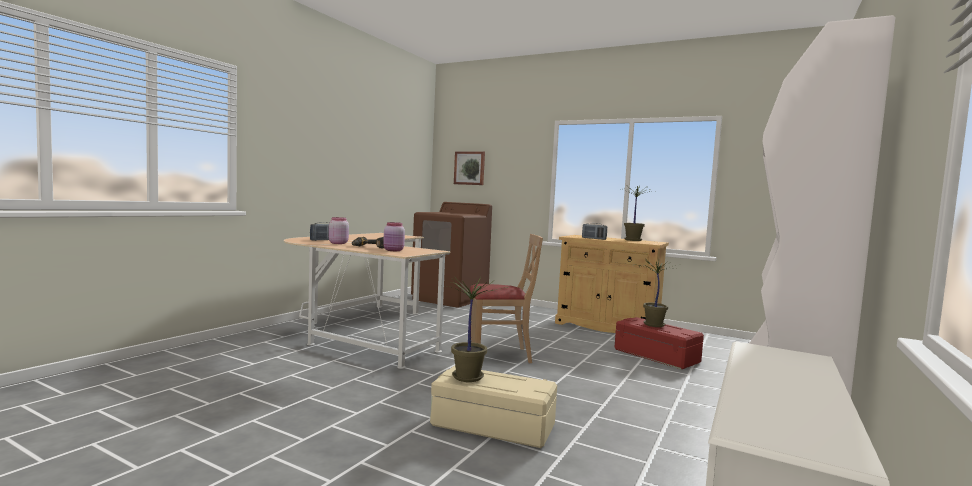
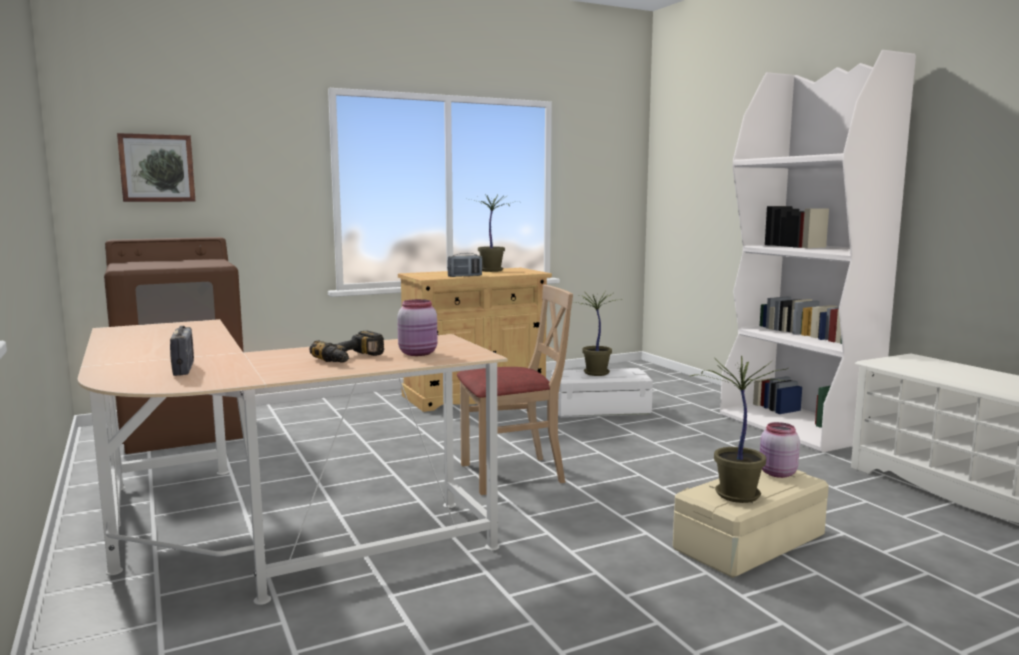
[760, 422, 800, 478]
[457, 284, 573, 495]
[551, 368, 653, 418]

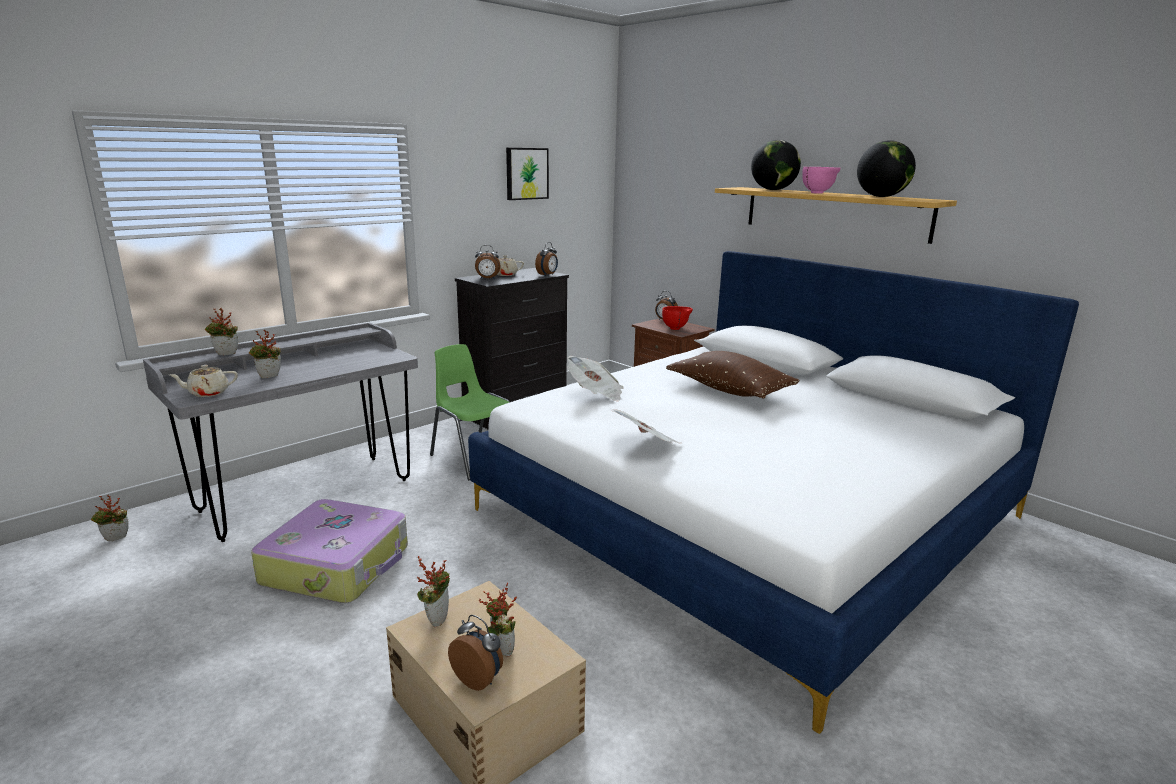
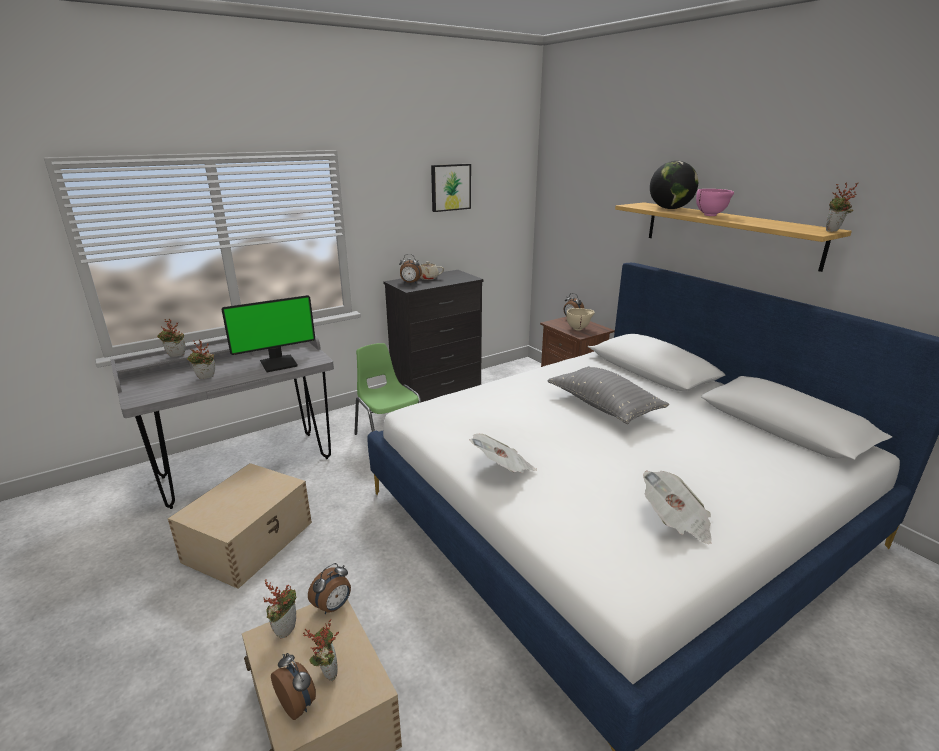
[857, 140, 916, 197] (first image)
[308, 563, 351, 614]
[567, 308, 595, 330]
[547, 366, 669, 424]
[643, 471, 712, 544]
[170, 365, 238, 397] (first image)
[826, 182, 859, 232]
[168, 463, 312, 589]
[221, 295, 315, 372]

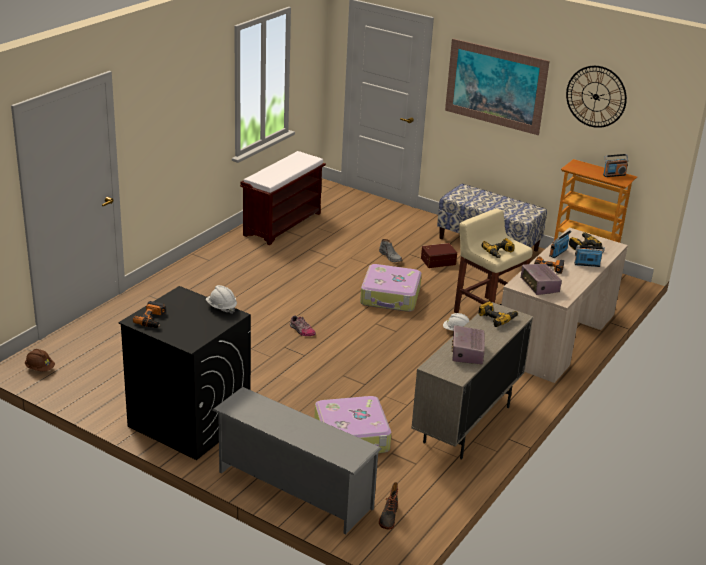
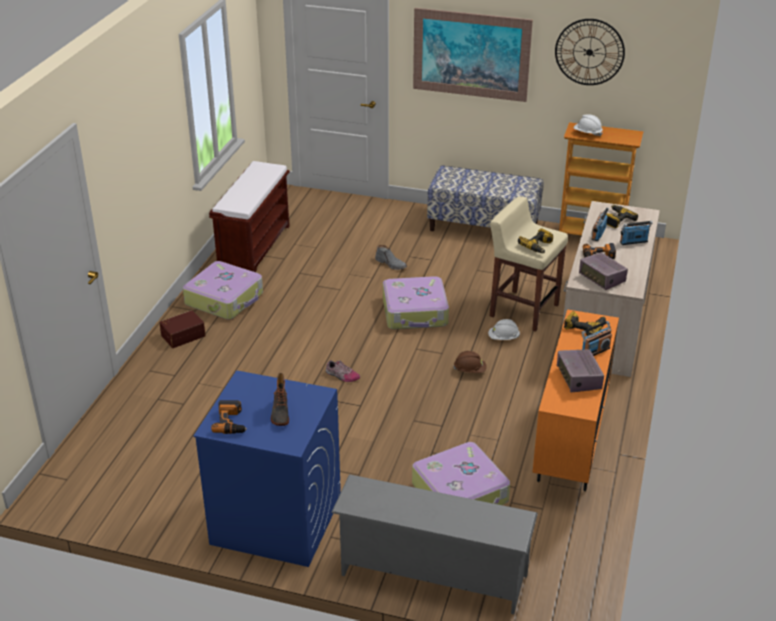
[582, 321, 612, 356]
[159, 310, 206, 348]
[574, 114, 603, 136]
[194, 370, 341, 567]
[532, 309, 619, 491]
[453, 351, 487, 373]
[271, 373, 289, 426]
[183, 261, 263, 319]

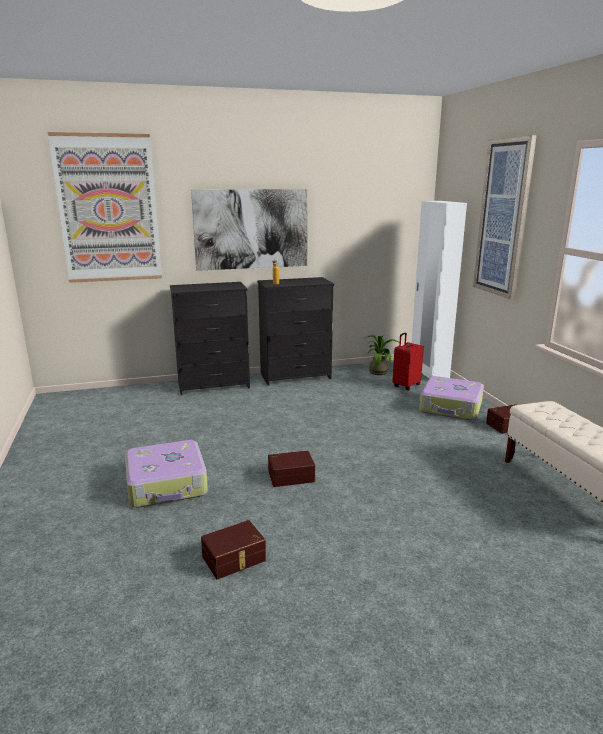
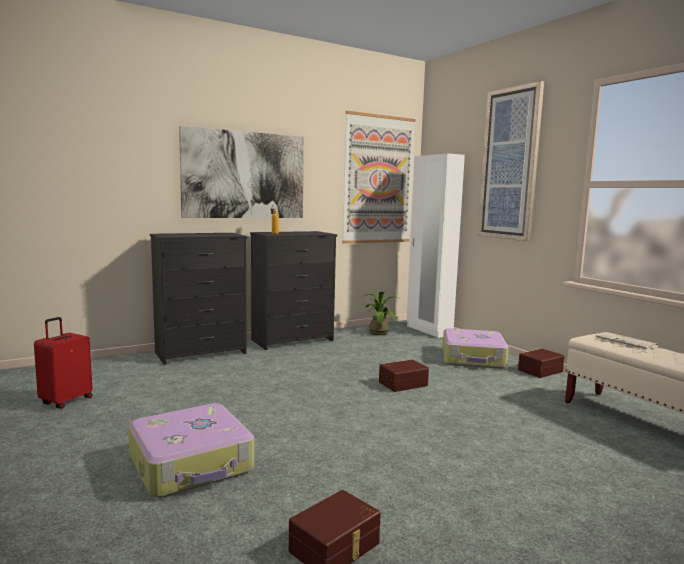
[342, 111, 416, 244]
[34, 317, 92, 409]
[379, 360, 429, 392]
[595, 332, 659, 349]

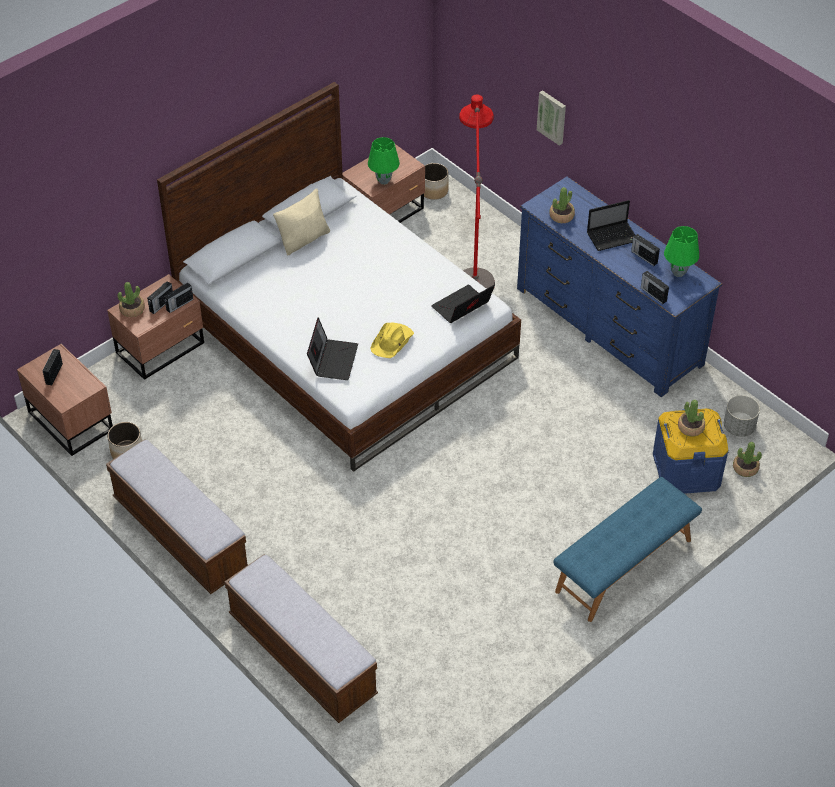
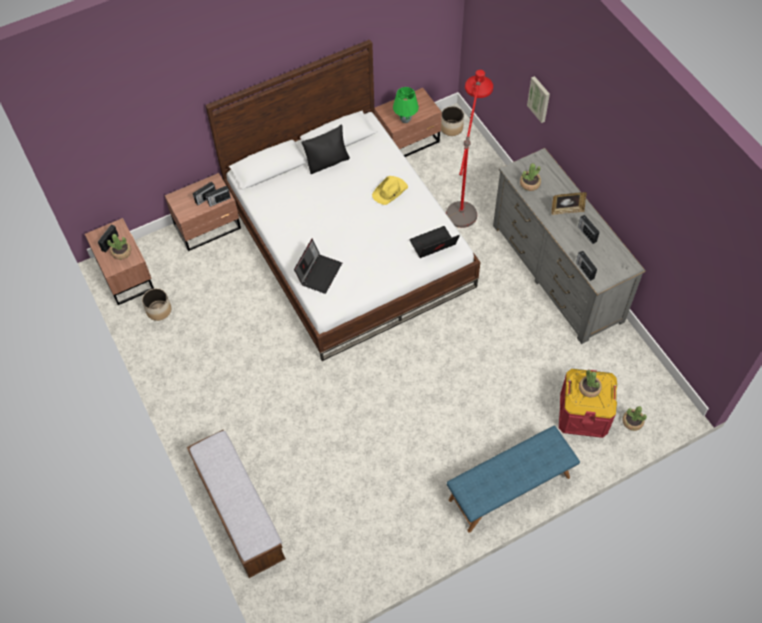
[493, 148, 646, 344]
[301, 125, 350, 174]
[551, 192, 587, 215]
[664, 226, 699, 277] (first image)
[107, 234, 131, 260]
[372, 176, 408, 205]
[724, 395, 760, 437] (first image)
[559, 369, 617, 438]
[106, 439, 248, 594] (first image)

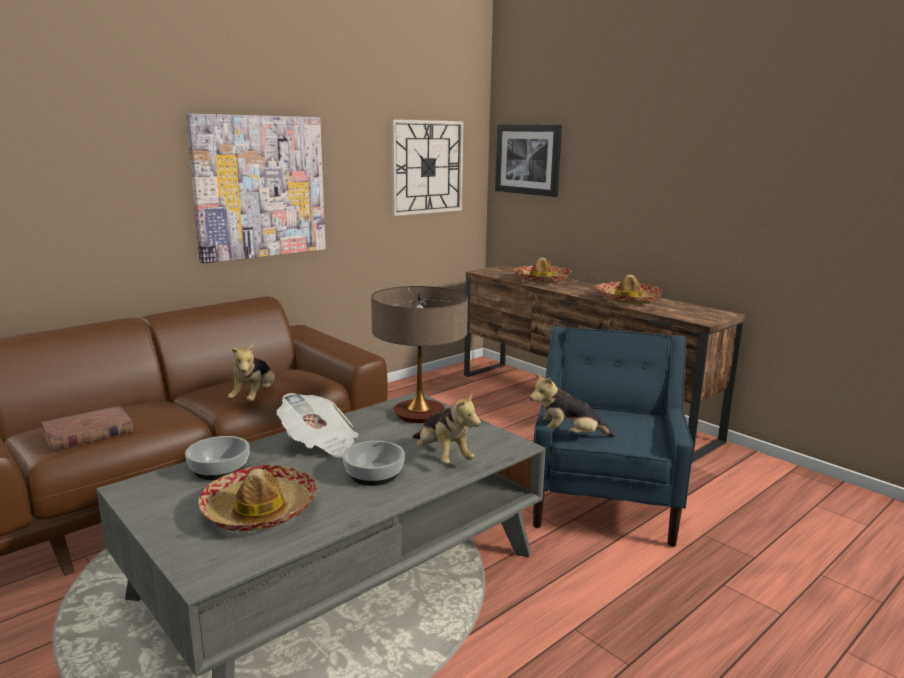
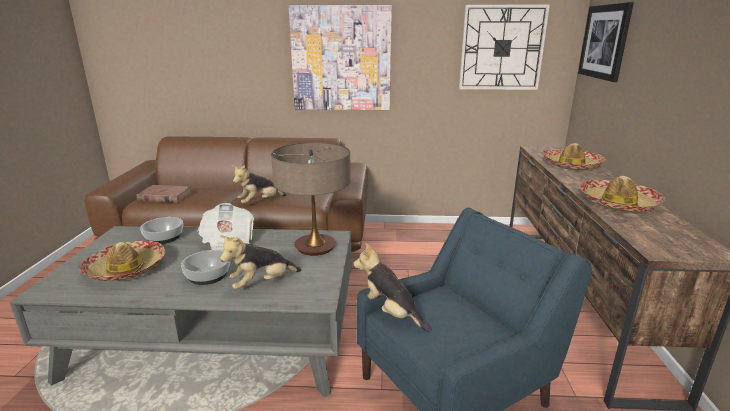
[220, 235, 302, 289]

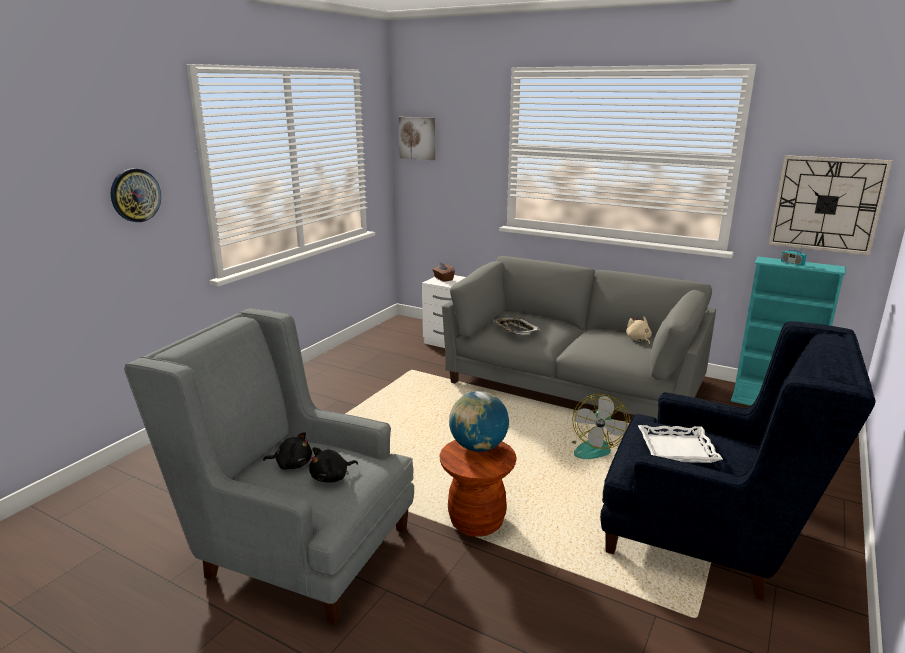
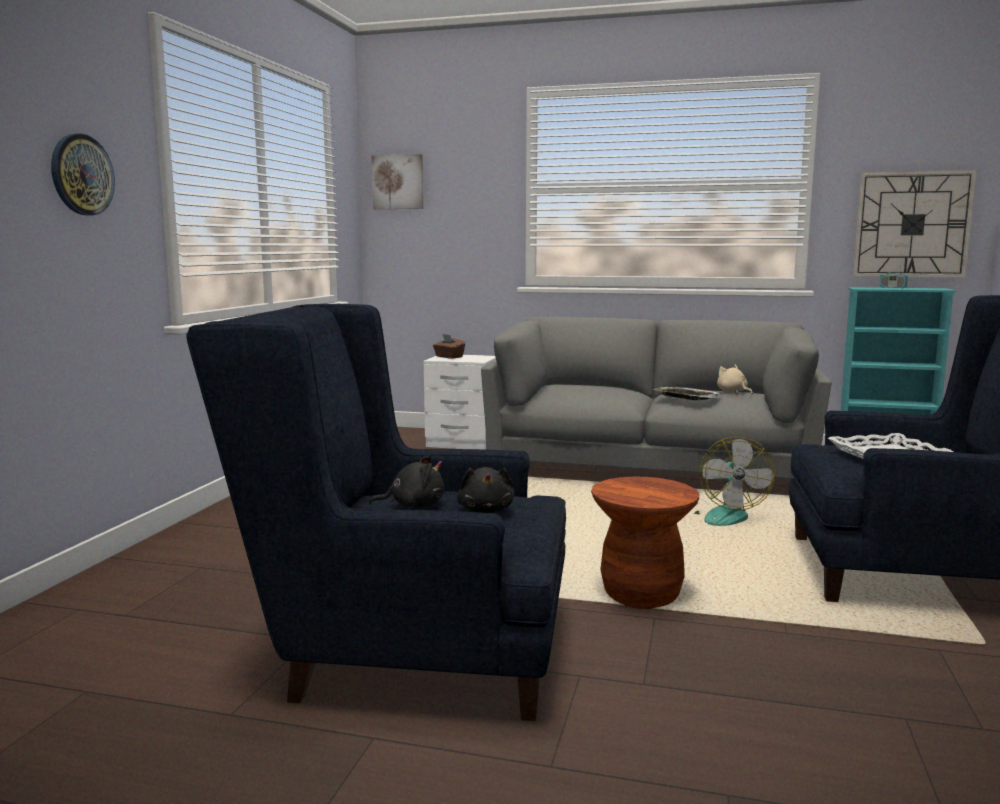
[186, 304, 566, 721]
[654, 387, 720, 400]
[449, 391, 509, 452] (first image)
[457, 467, 514, 513]

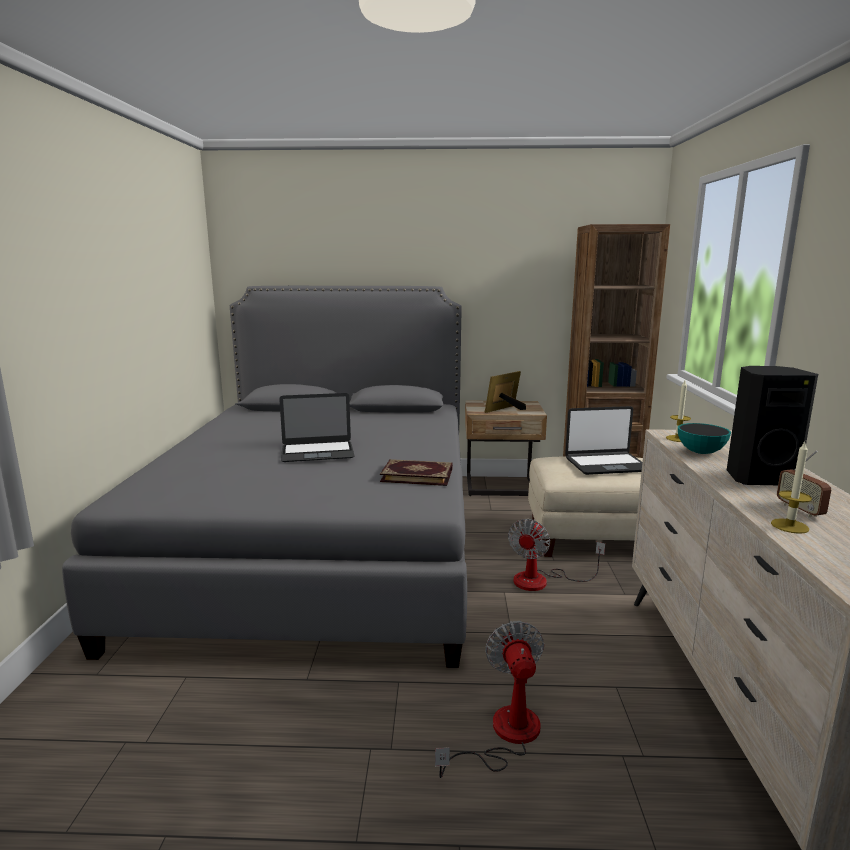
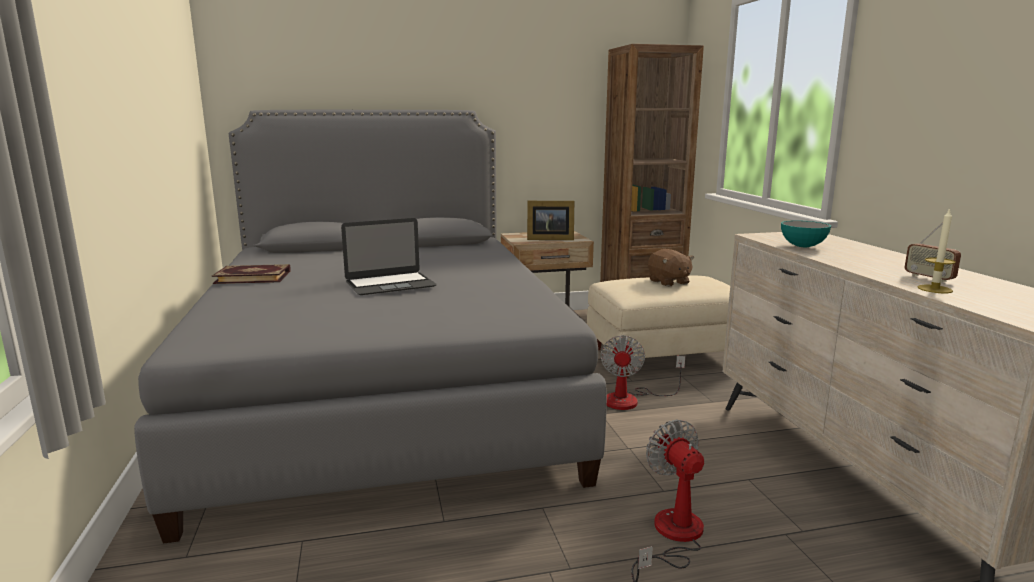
[727, 366, 818, 485] (first image)
[527, 201, 574, 240]
[666, 381, 691, 442] (first image)
[648, 249, 694, 287]
[212, 264, 291, 284]

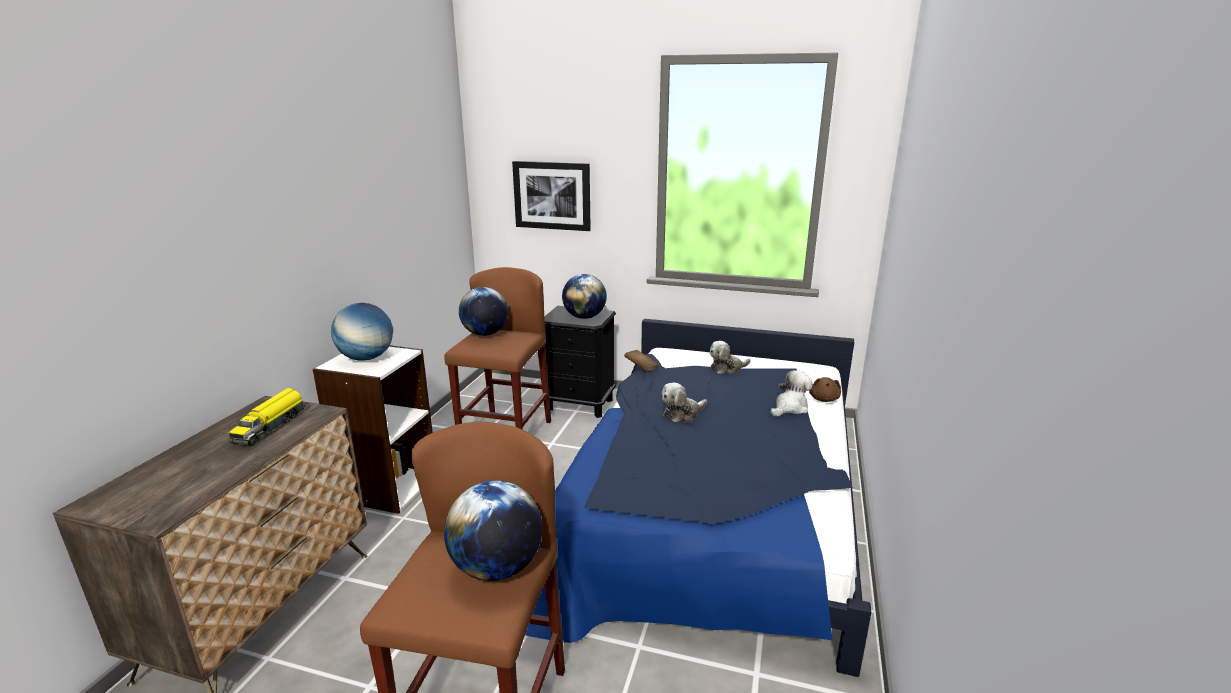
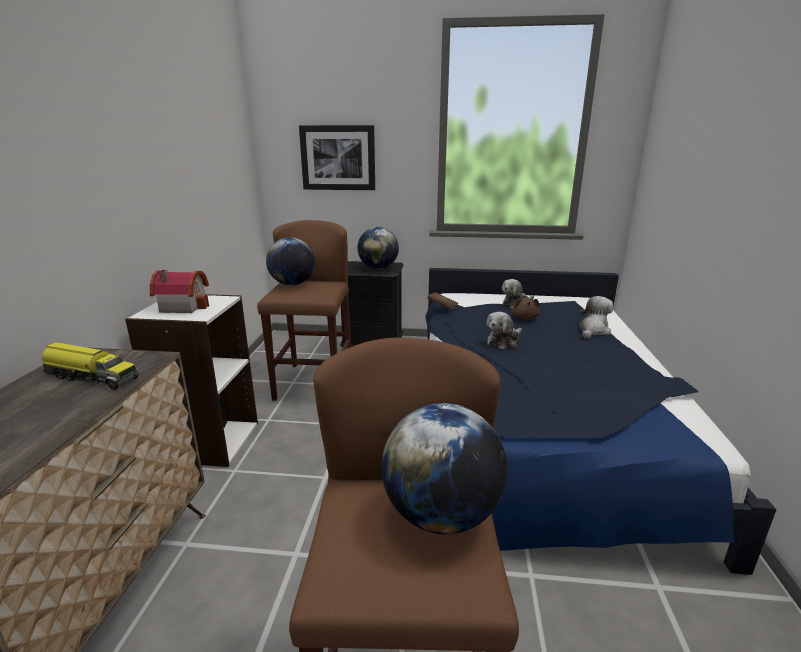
[150, 270, 209, 313]
[512, 298, 540, 320]
[42, 342, 139, 390]

